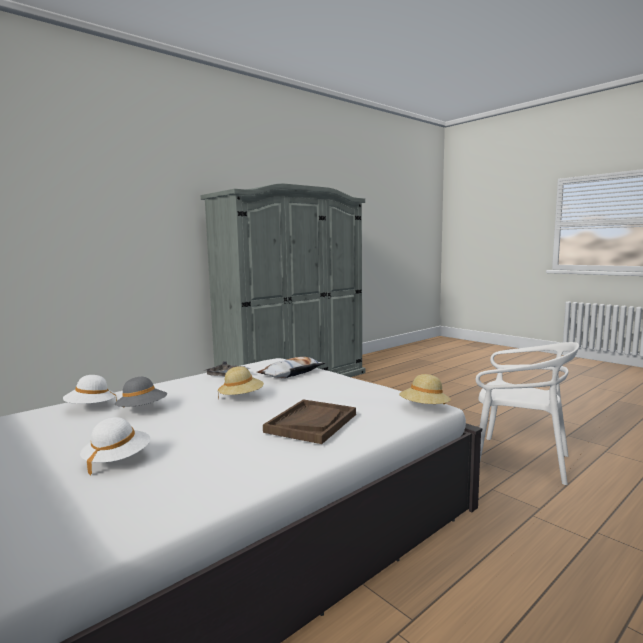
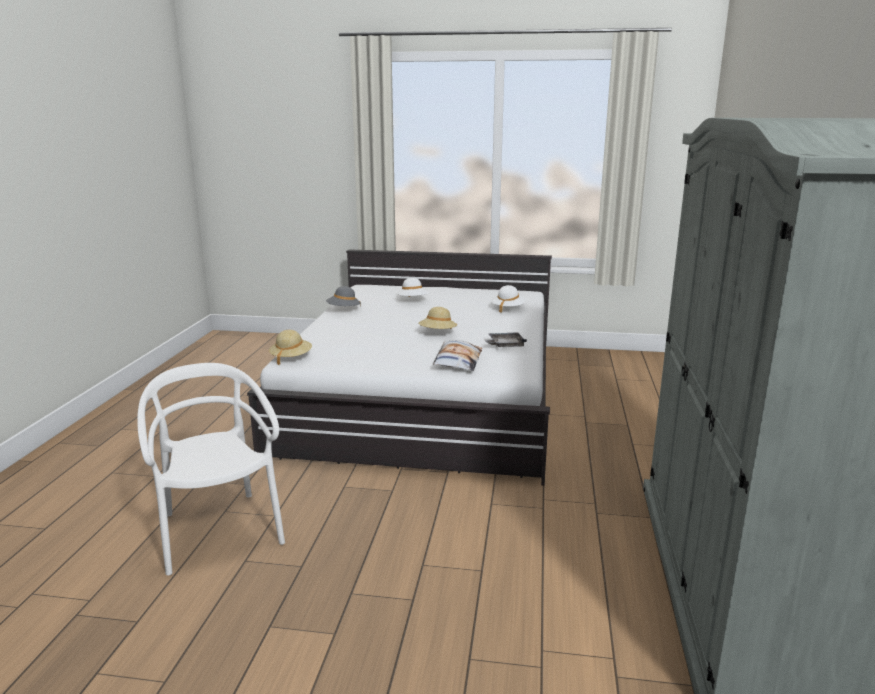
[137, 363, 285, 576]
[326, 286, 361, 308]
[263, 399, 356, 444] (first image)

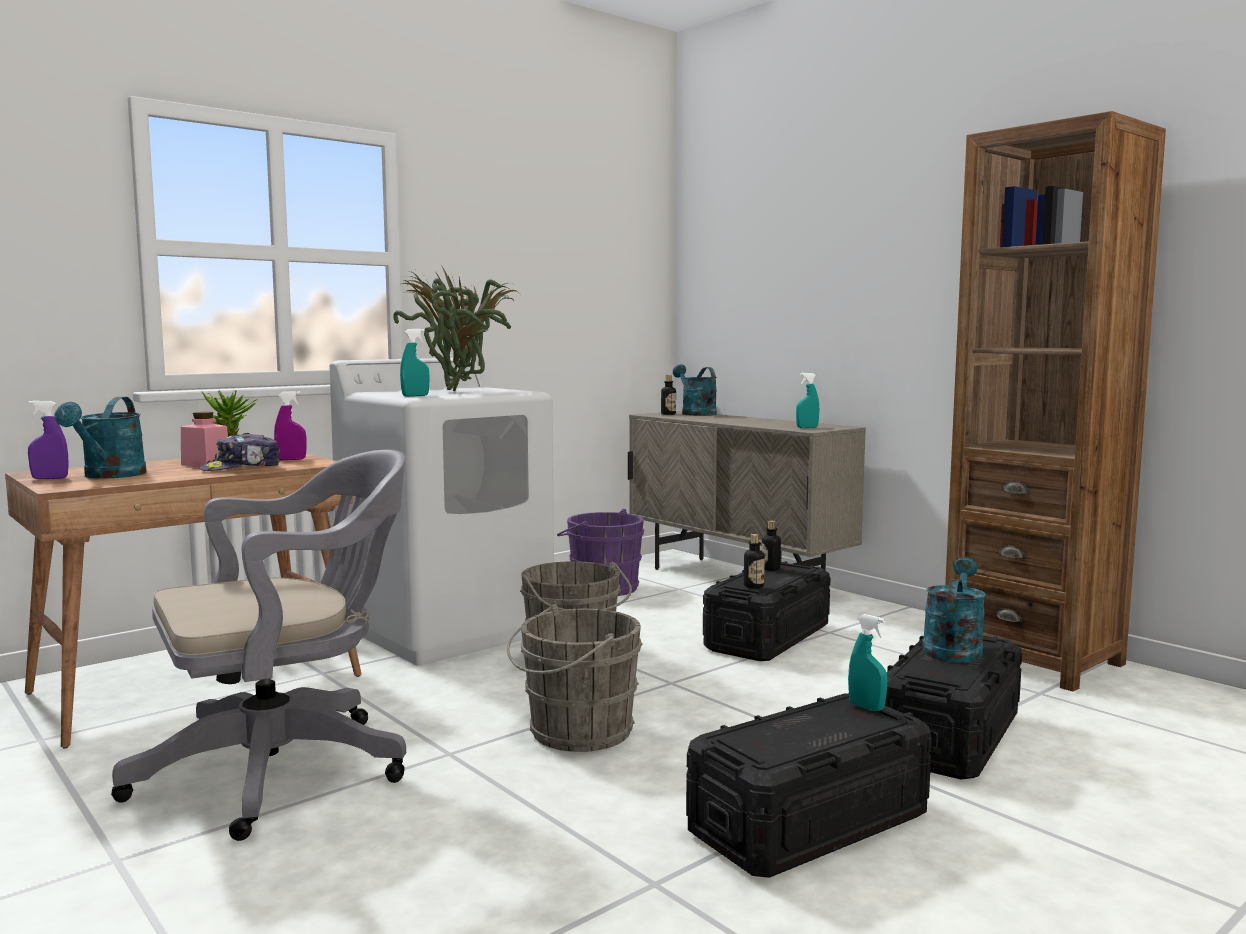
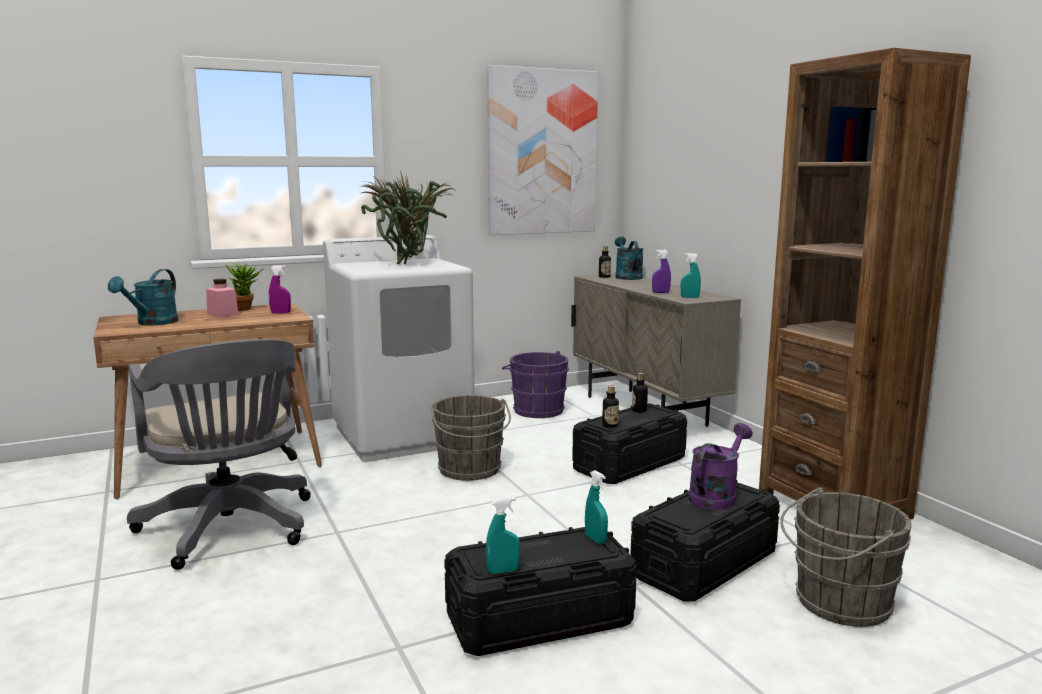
[486, 497, 520, 574]
[652, 250, 671, 293]
[199, 433, 280, 471] (first image)
[127, 339, 311, 570]
[688, 423, 753, 510]
[780, 488, 912, 627]
[487, 65, 598, 235]

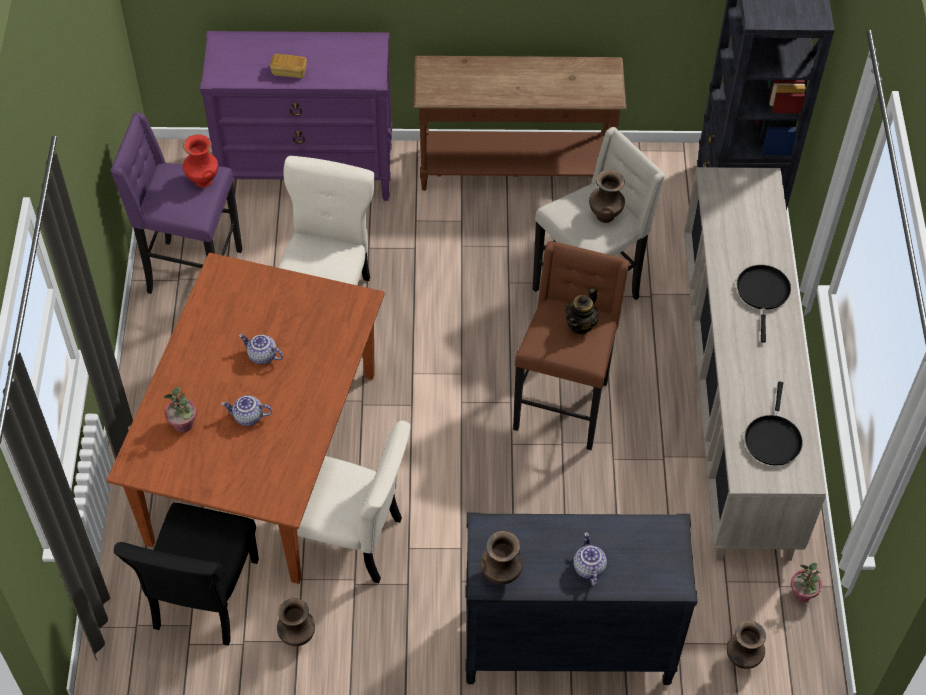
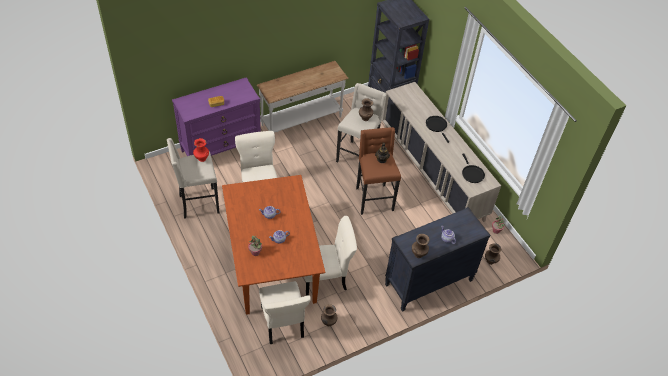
[257, 61, 349, 133]
[167, 138, 220, 219]
[259, 281, 311, 344]

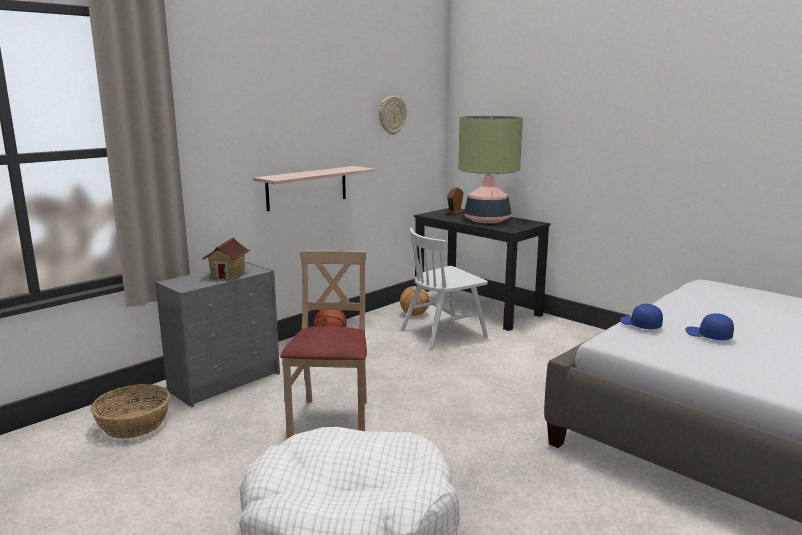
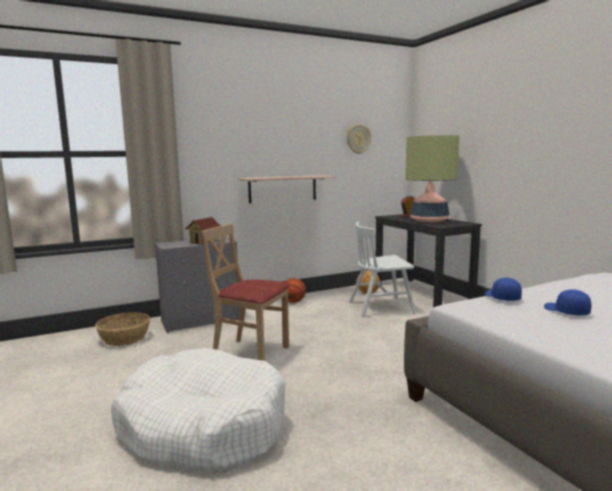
[201, 224, 290, 361]

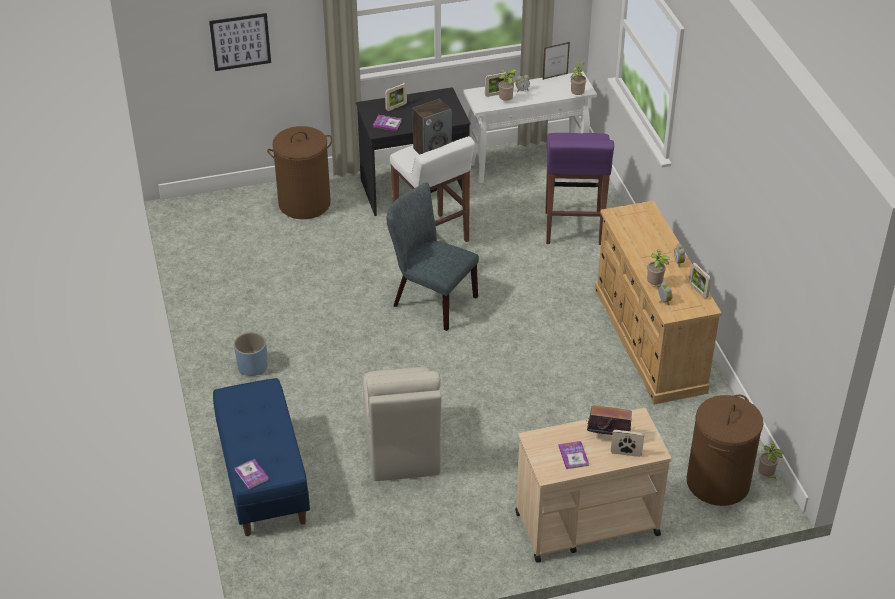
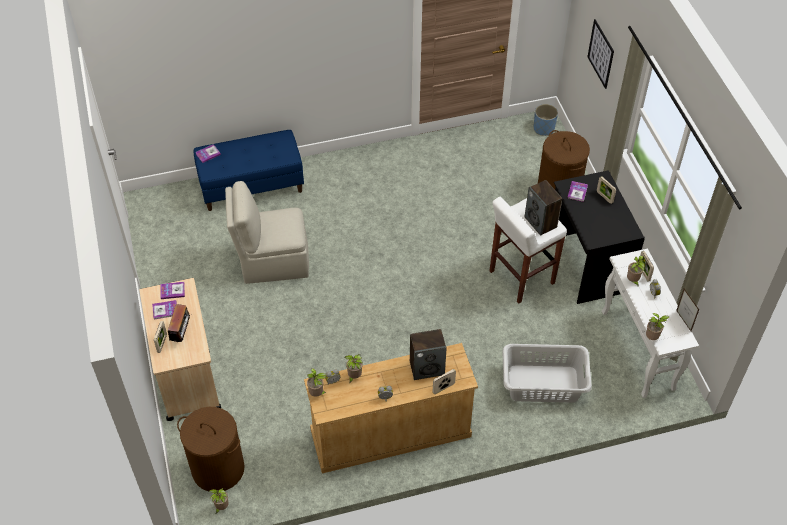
[502, 344, 592, 403]
[387, 182, 479, 331] (first image)
[433, 369, 456, 394]
[534, 104, 558, 136]
[161, 282, 185, 299]
[410, 329, 447, 380]
[307, 368, 327, 397]

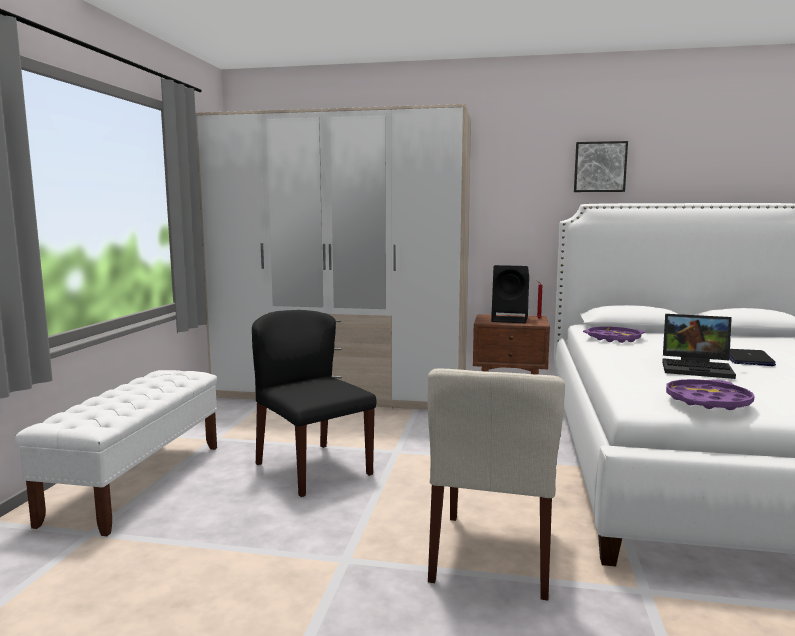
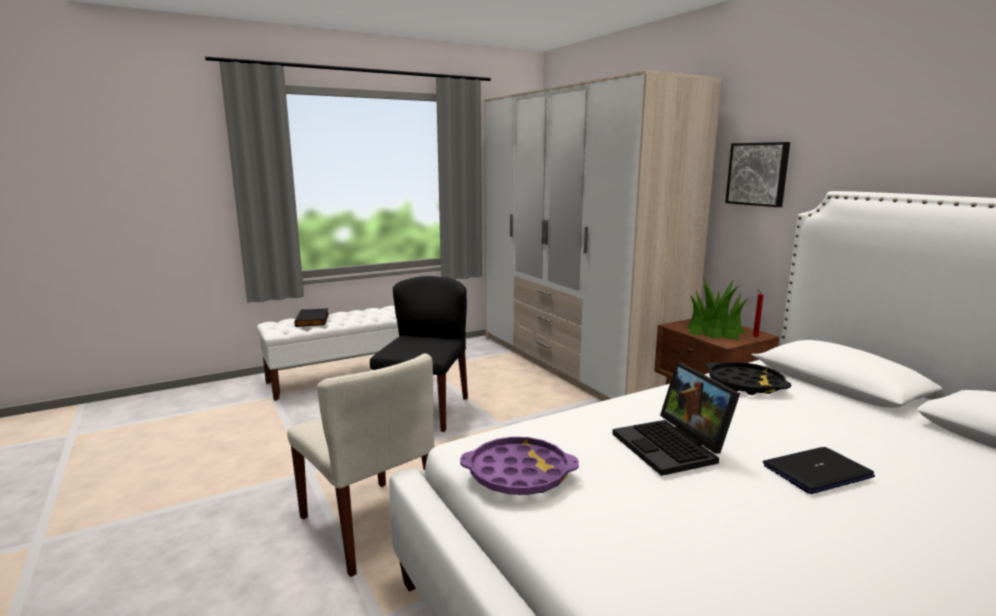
[725, 142, 790, 207]
[686, 278, 748, 340]
[706, 362, 791, 395]
[287, 354, 434, 577]
[294, 308, 329, 327]

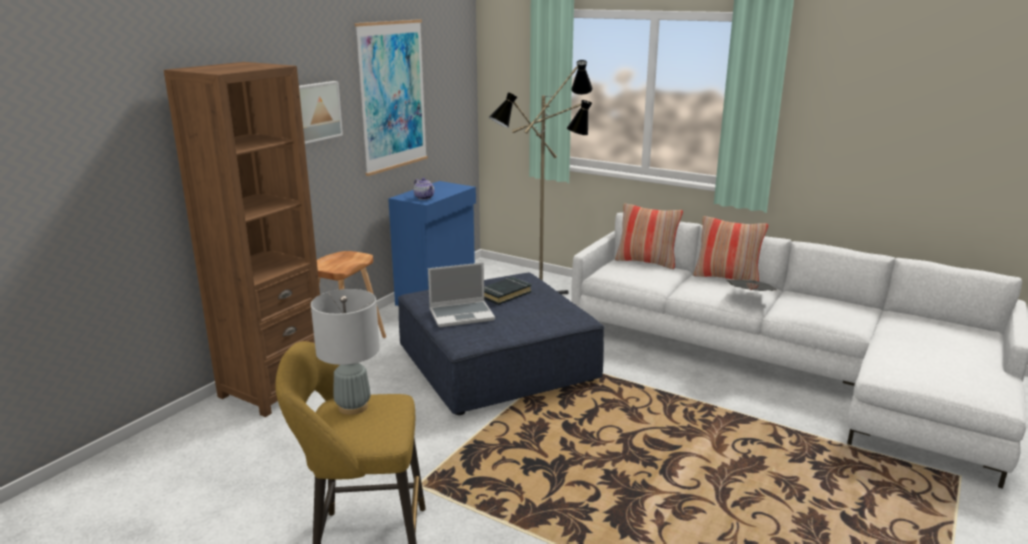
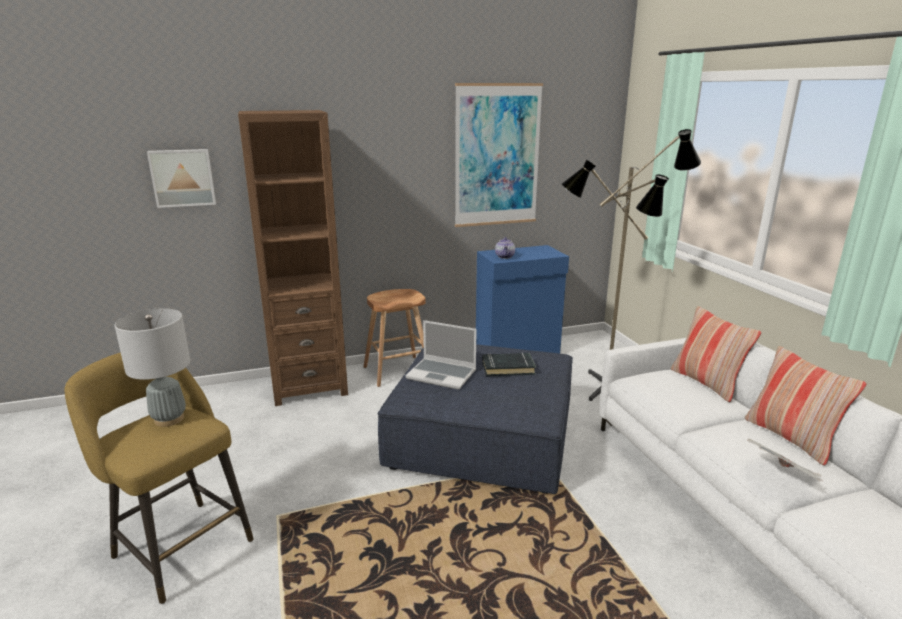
[147, 149, 216, 208]

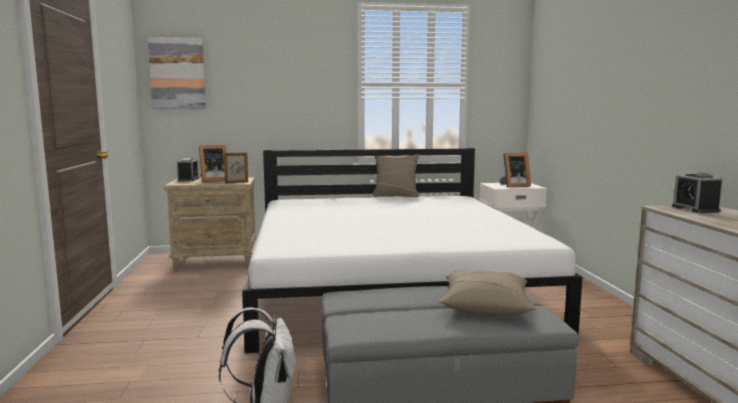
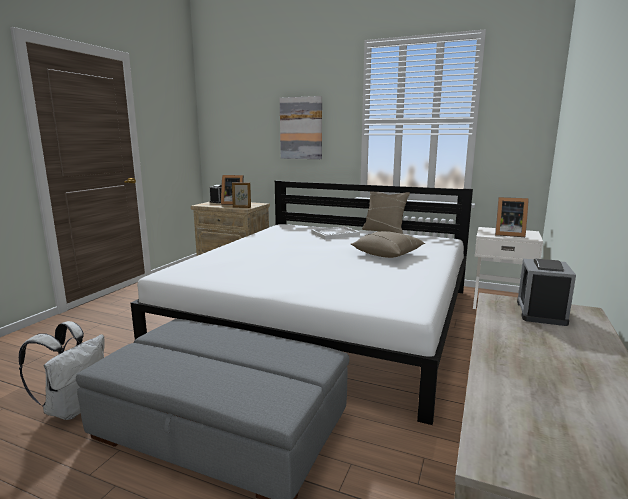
[280, 96, 322, 159]
[351, 231, 425, 258]
[311, 226, 360, 240]

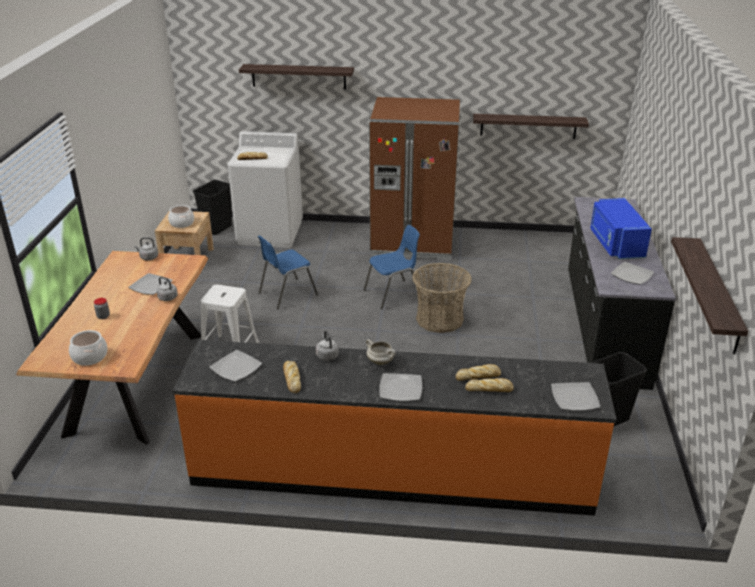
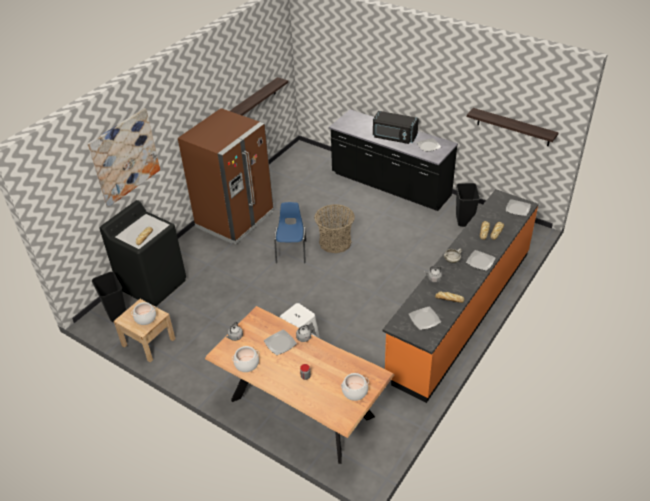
[88, 108, 160, 207]
[99, 200, 186, 307]
[373, 111, 419, 144]
[258, 235, 318, 309] (first image)
[232, 346, 259, 372]

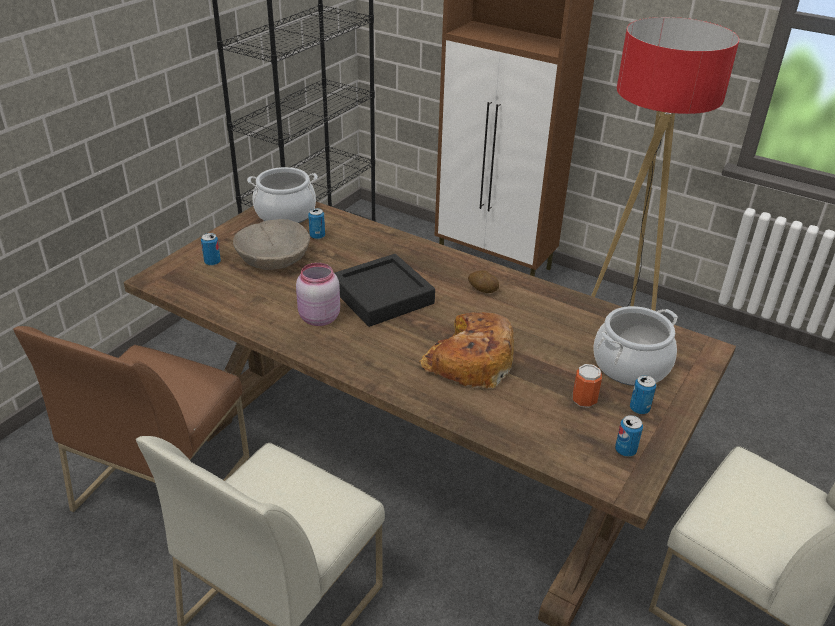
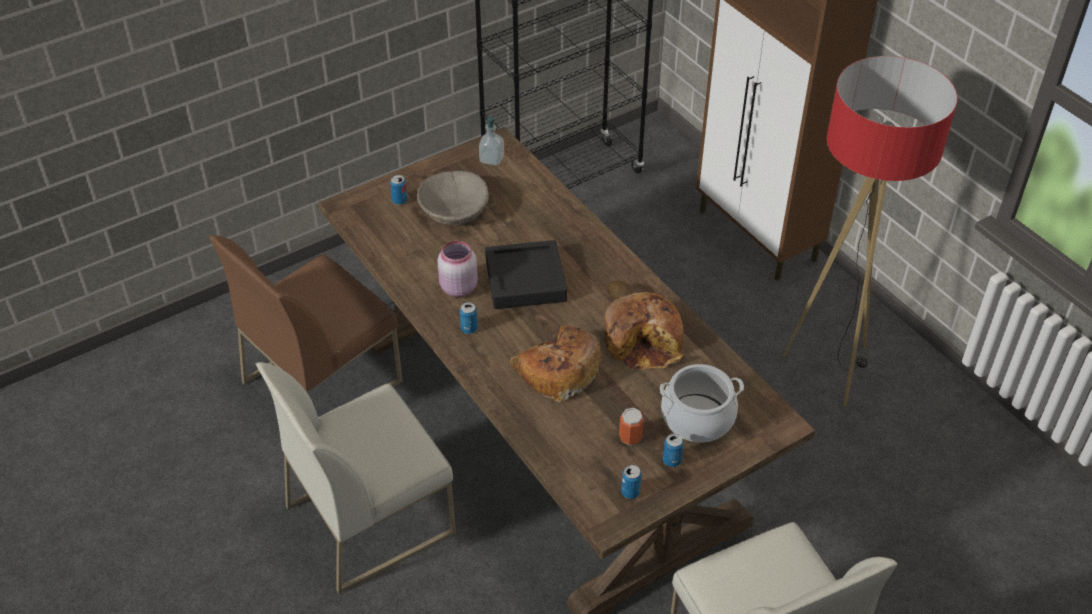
[479, 117, 504, 166]
[460, 302, 478, 334]
[605, 292, 684, 370]

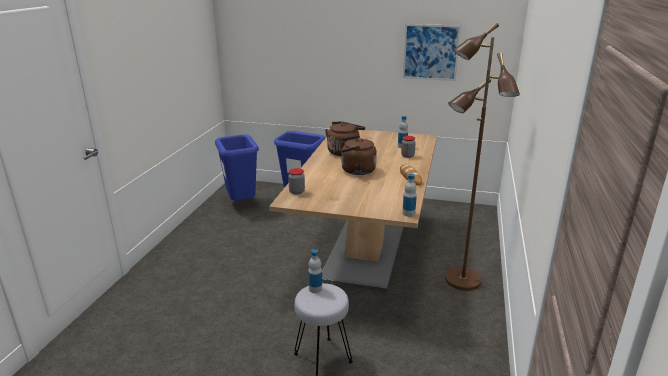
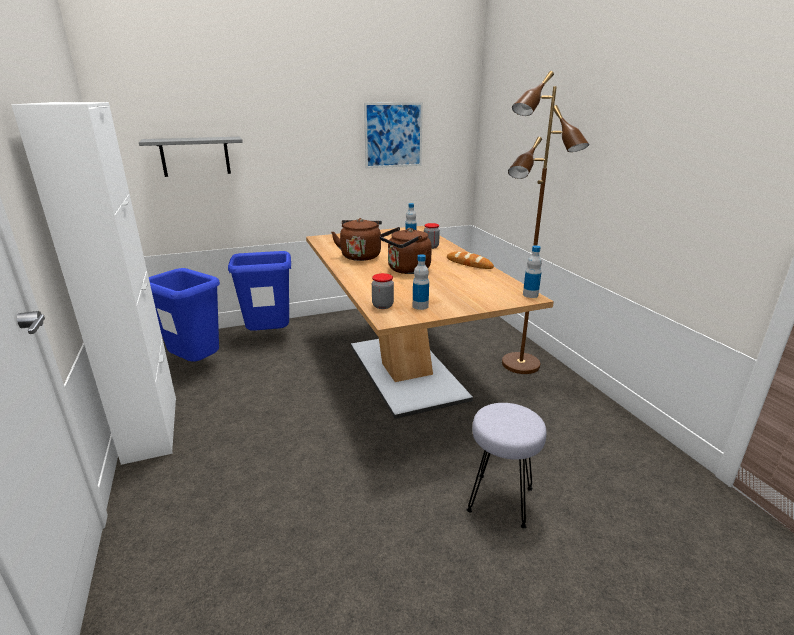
[413, 254, 429, 310]
[11, 102, 176, 465]
[139, 137, 243, 177]

